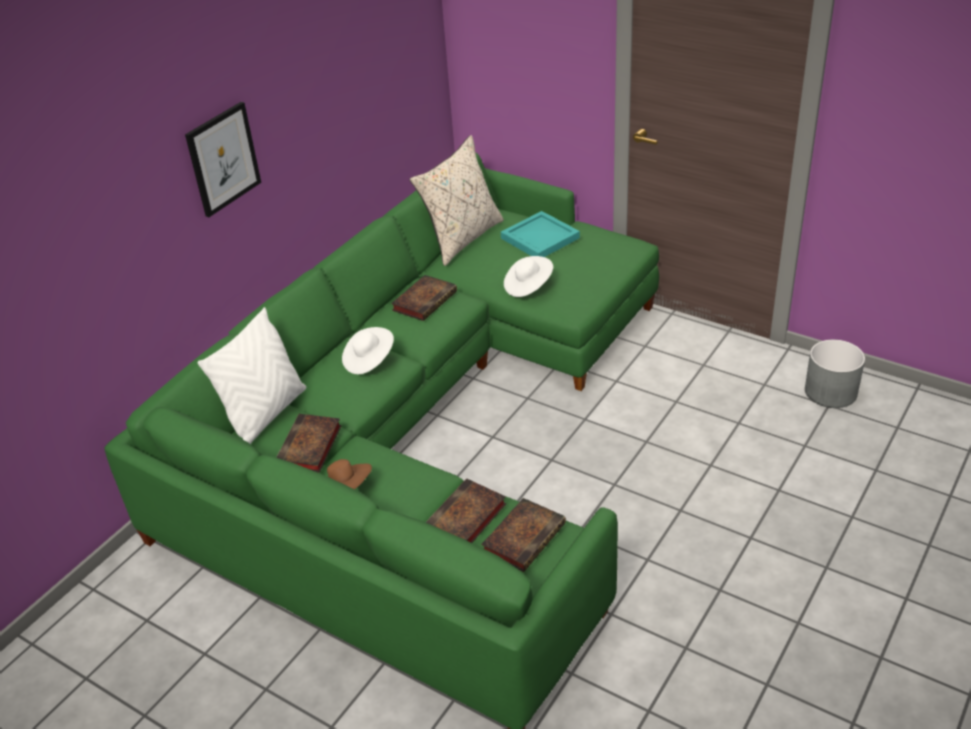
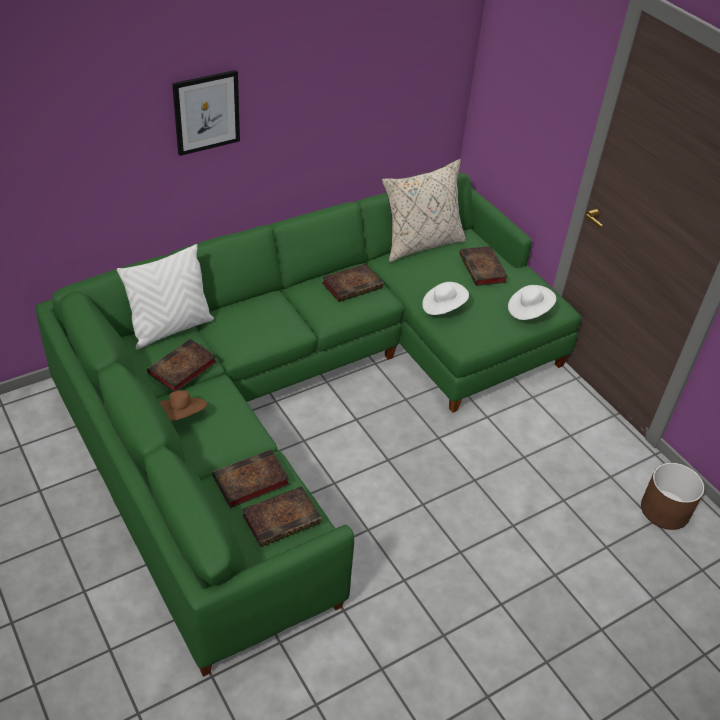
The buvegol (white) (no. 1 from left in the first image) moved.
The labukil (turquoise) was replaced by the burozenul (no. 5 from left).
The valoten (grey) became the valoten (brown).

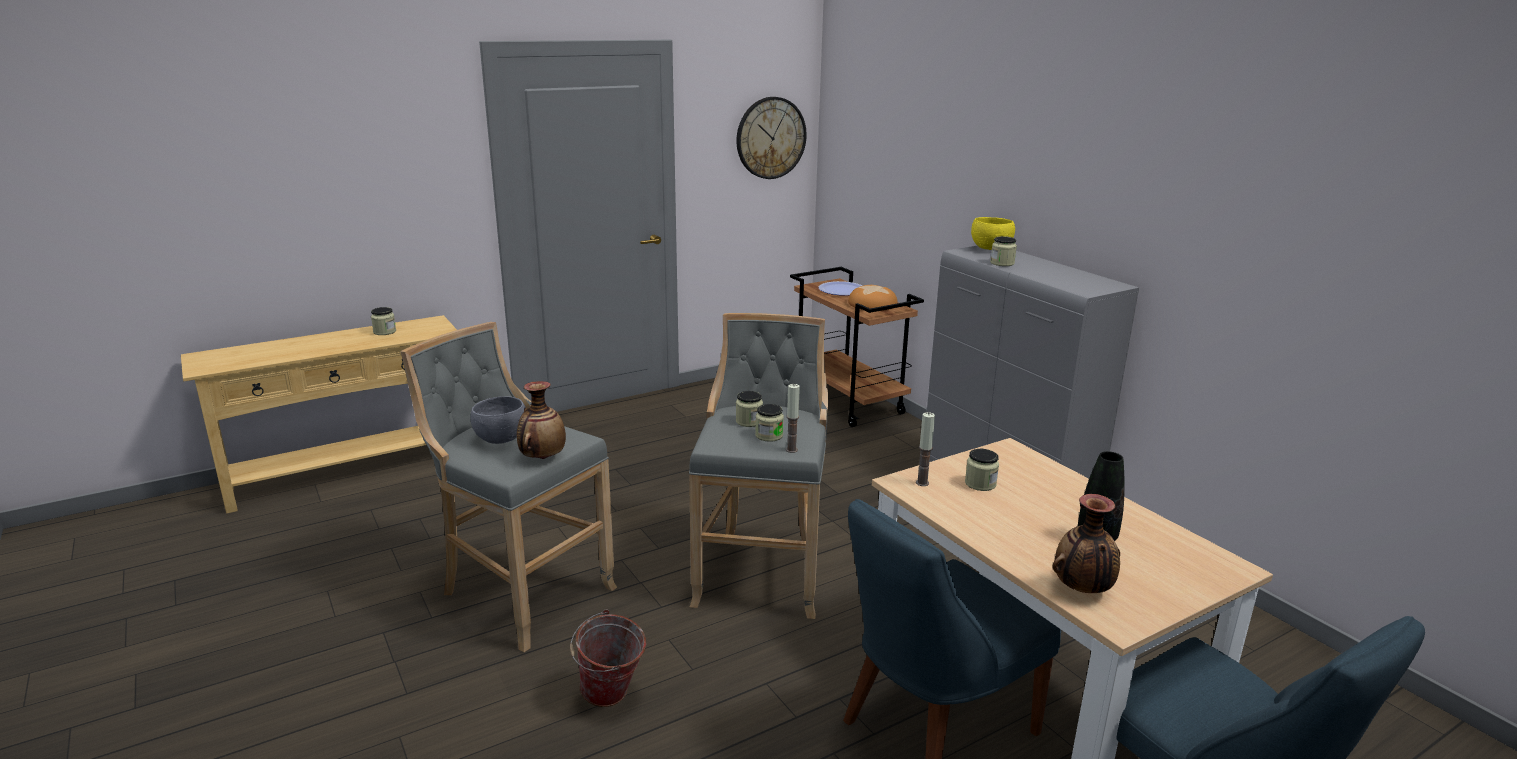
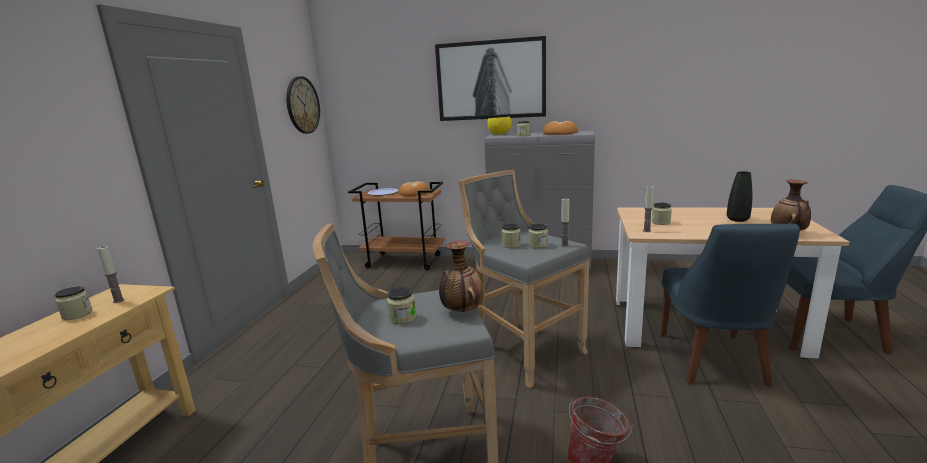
The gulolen (no. 1 from left) appeared.
The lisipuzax appeared.
The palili (no. 2 from left) appeared.
The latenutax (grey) was replaced by the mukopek (no. 2 from left).

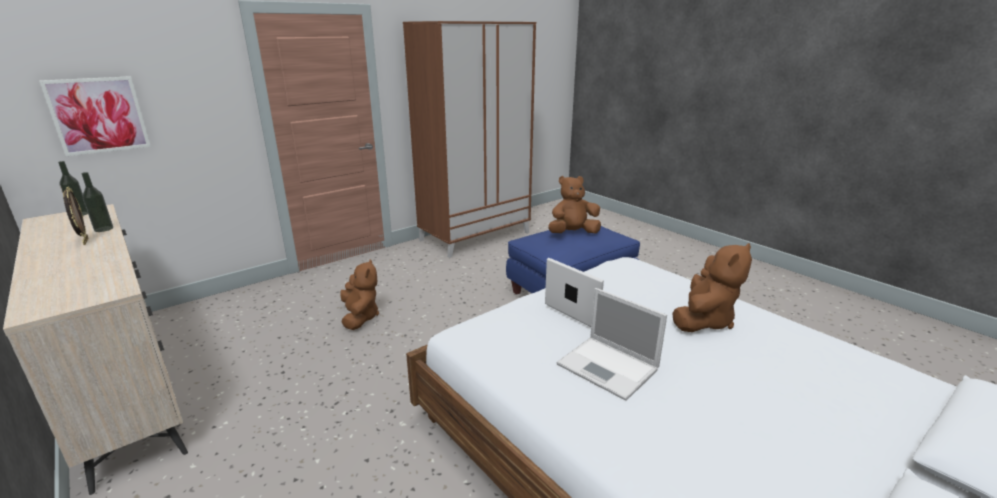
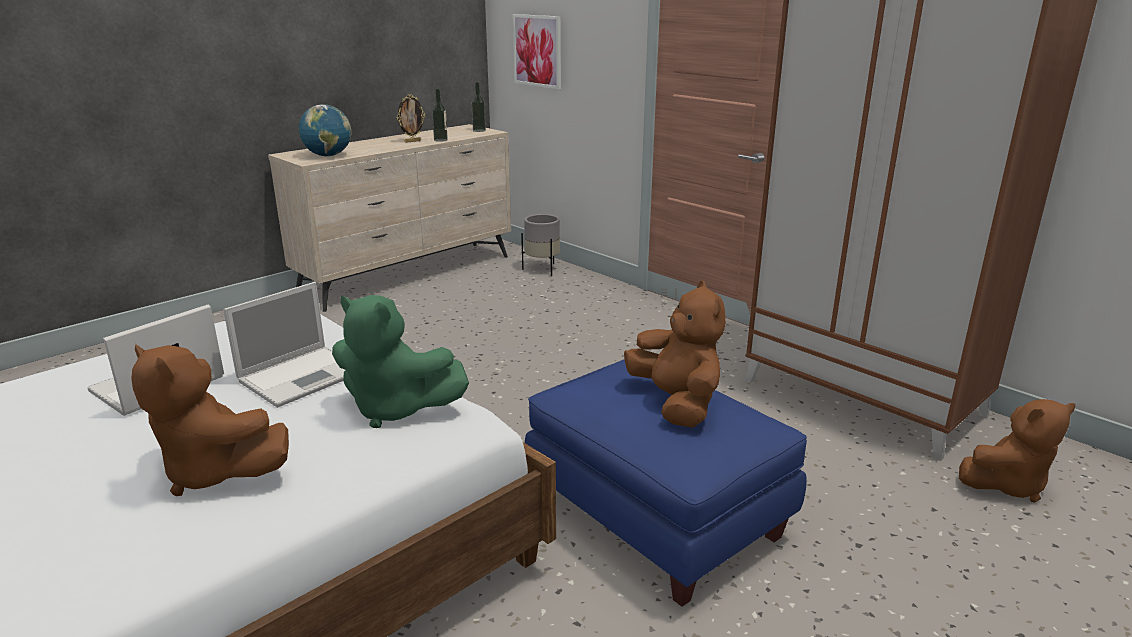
The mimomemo appeared.
The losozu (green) appeared.
The valoten (grey) appeared.
The losozu (brown) (no. 1 from left in the first image) moved.

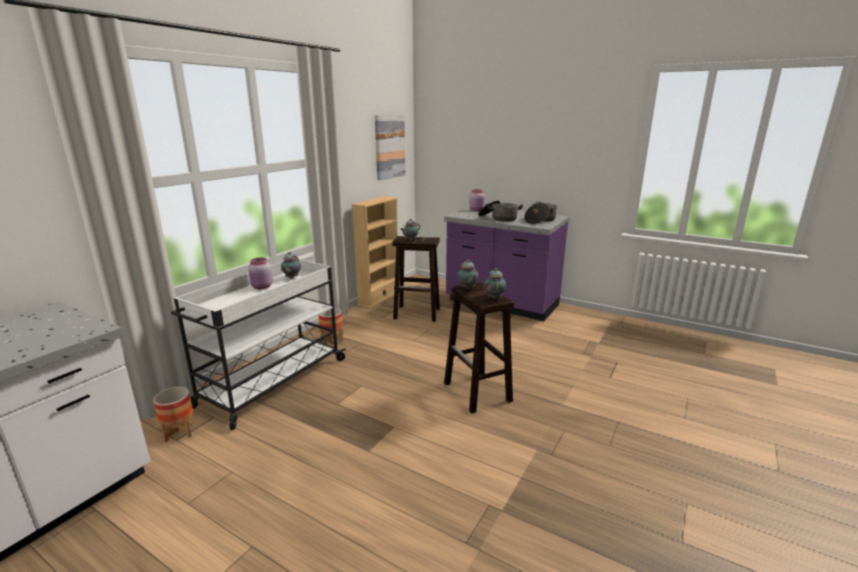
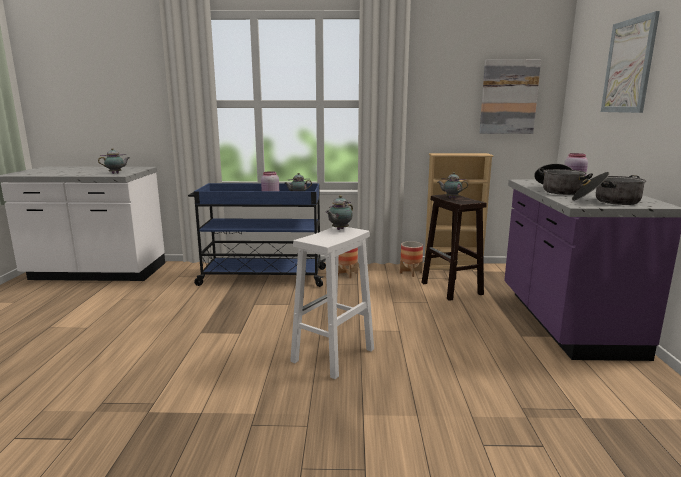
The lisipuzax (no. 2 from left) appeared.
The valoten (no. 1 from left in the first image) moved.
The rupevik (no. 4 from left in the first image) moved.
The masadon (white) became the masadon (blue).
The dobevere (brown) (no. 2 from left) became the dobevere (white).

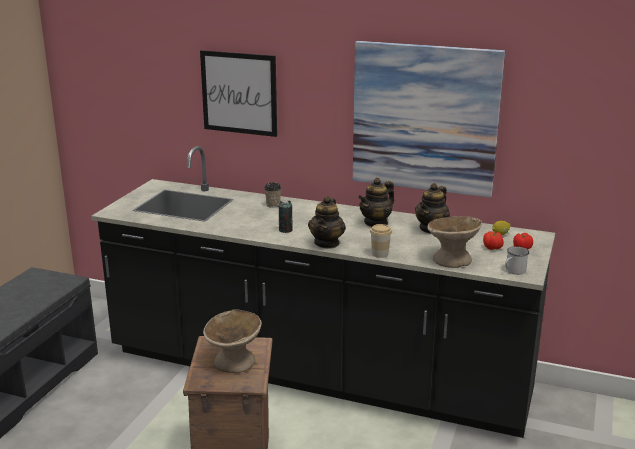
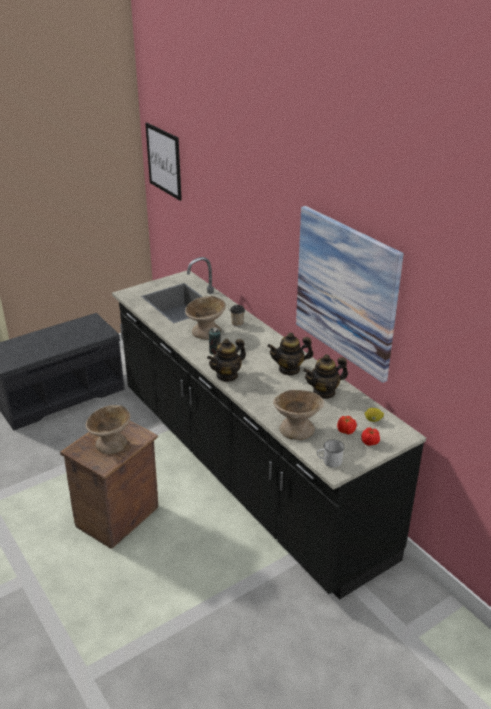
The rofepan (no. 2 from left) disappeared.
The latenutax (beige) (no. 2 from left) appeared.
The lisipuzax (no. 1 from left) moved.

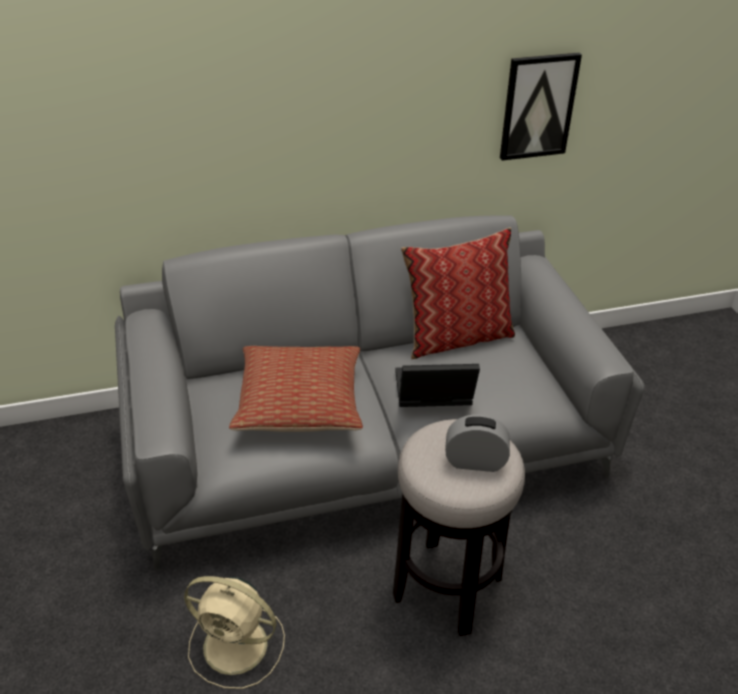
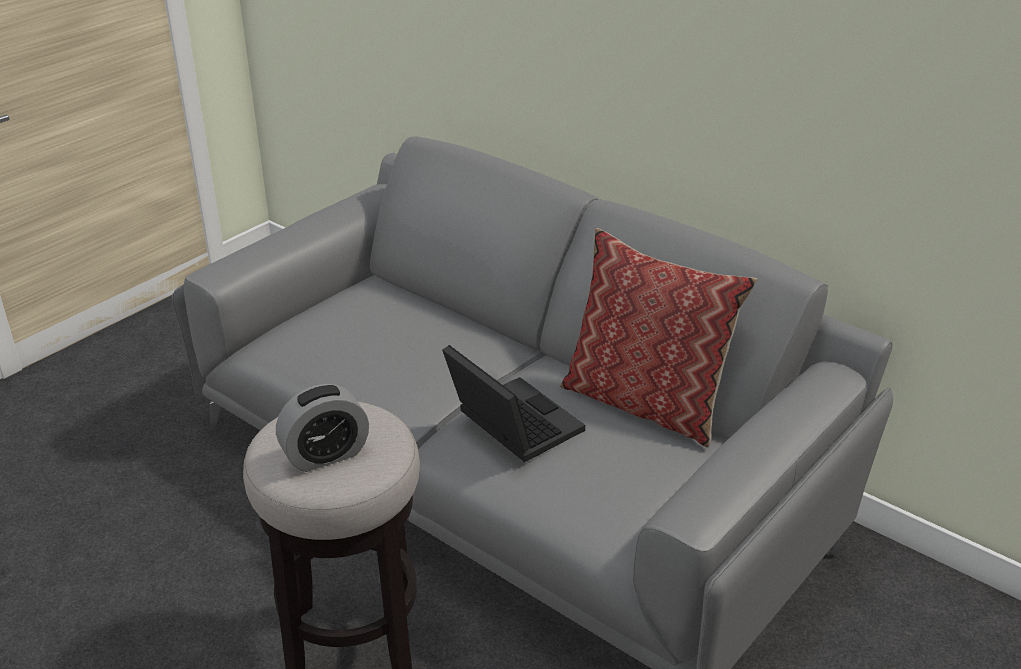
The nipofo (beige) disappeared.
The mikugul (no. 1 from left) disappeared.
The lisipuzax disappeared.
The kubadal turned 90 degrees clockwise.

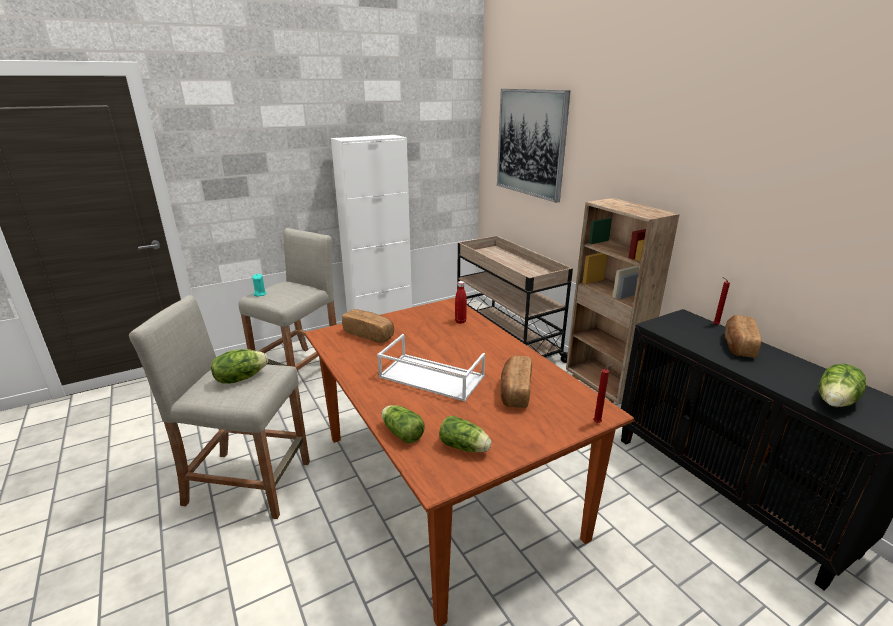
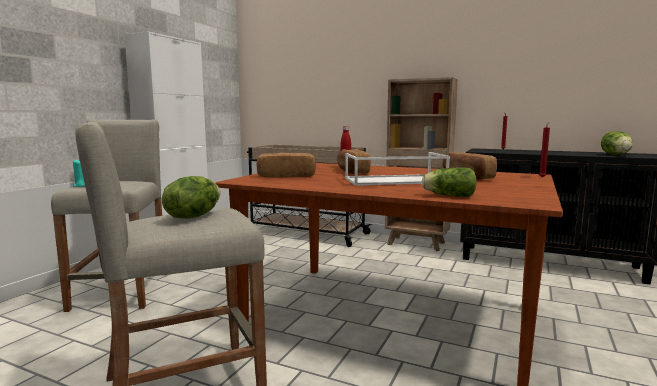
The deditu (no. 3 from left) disappeared.
The lisipuzax disappeared.
The palili (no. 3 from left in the first image) moved.

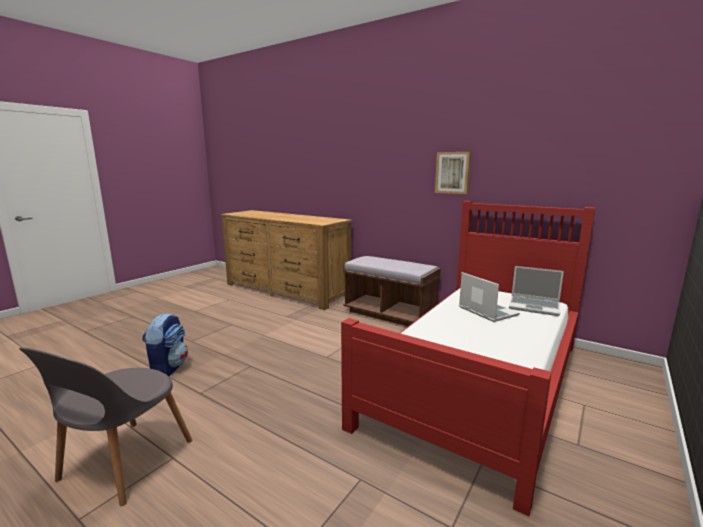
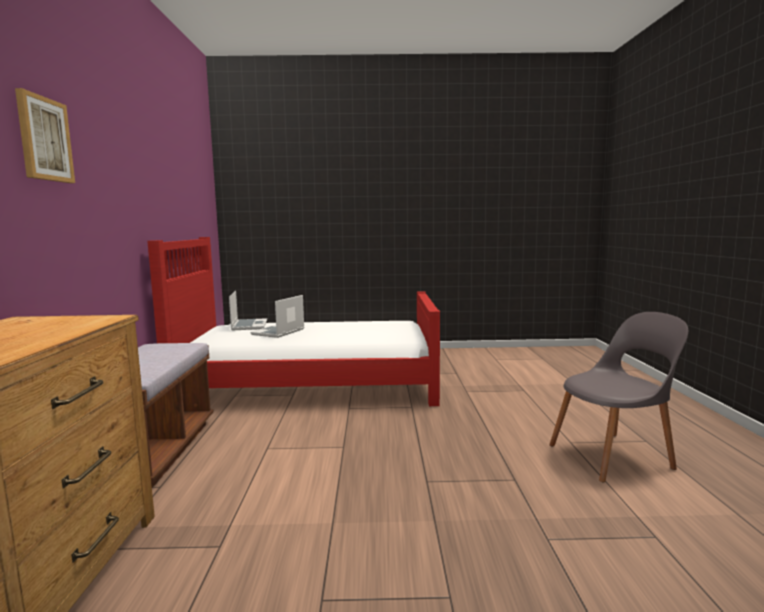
The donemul disappeared.
The lisipuzax moved.

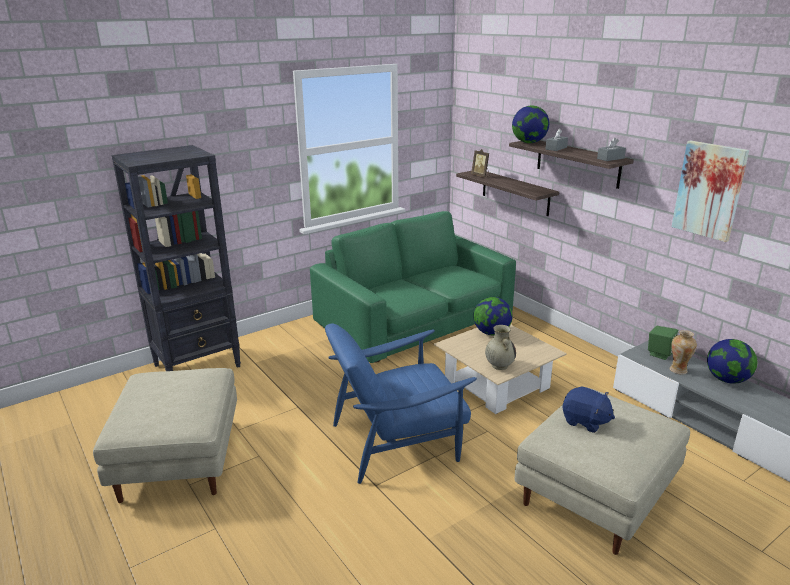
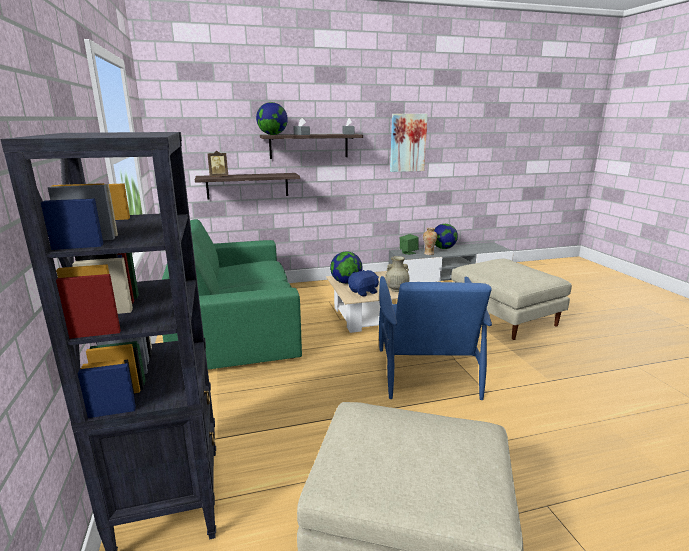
The losozu (blue) moved.

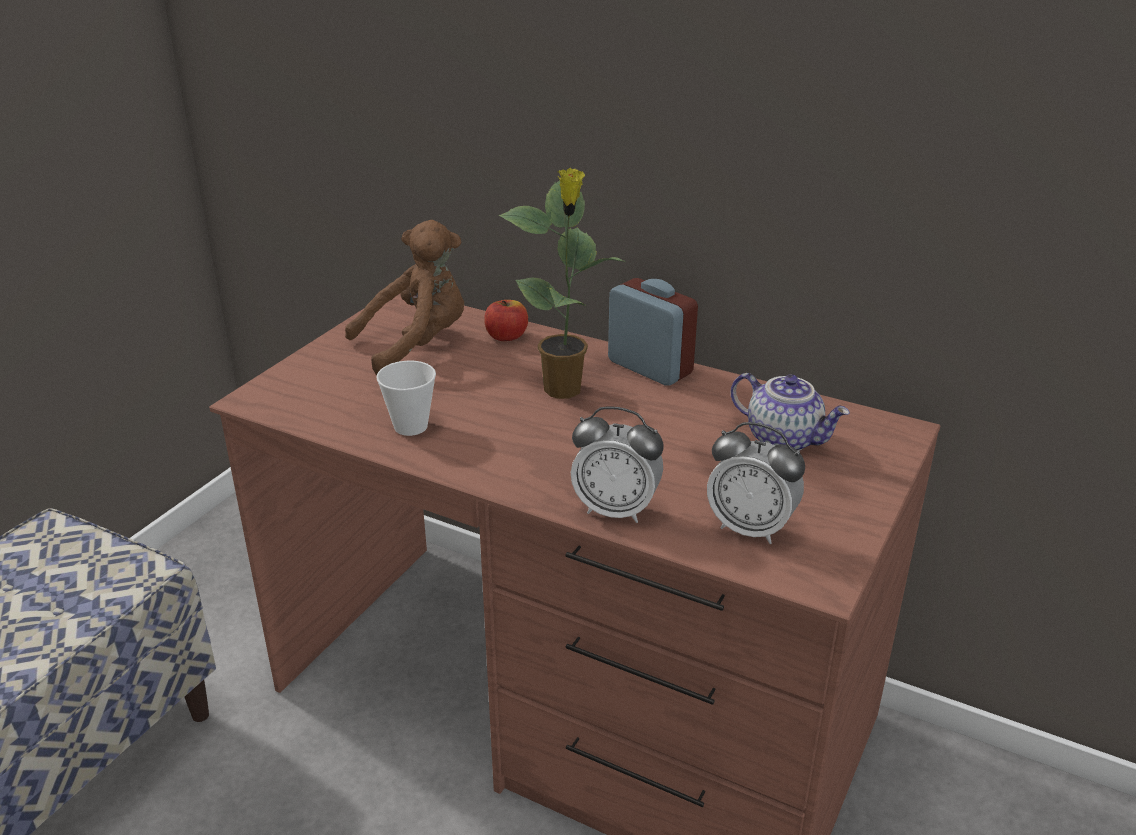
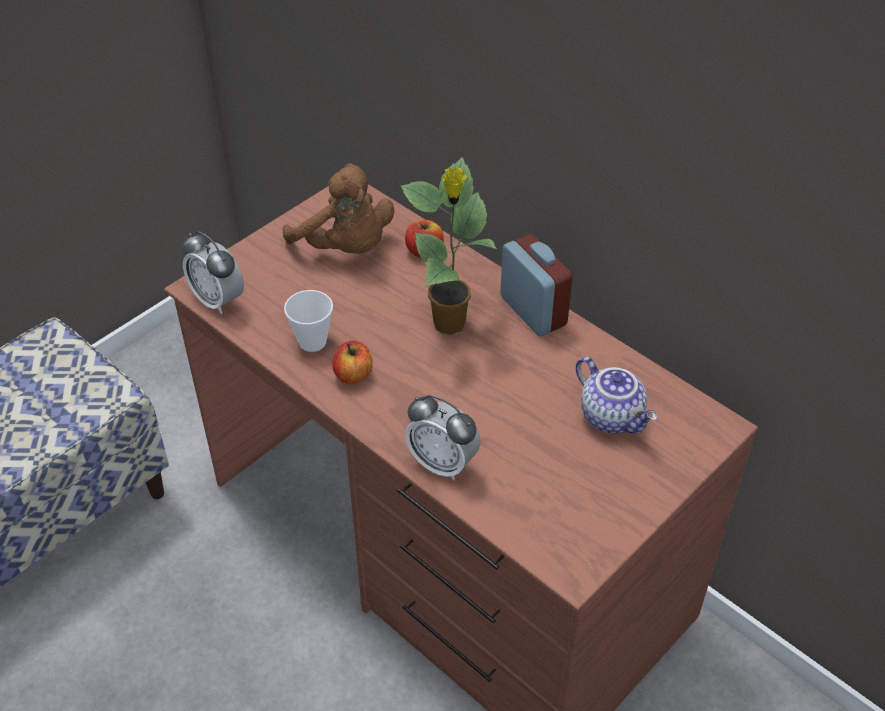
The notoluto (no. 1 from left) appeared.
The kubadal (no. 3 from left in the first image) moved.
The losozu (brown) turned 60 degrees clockwise.

